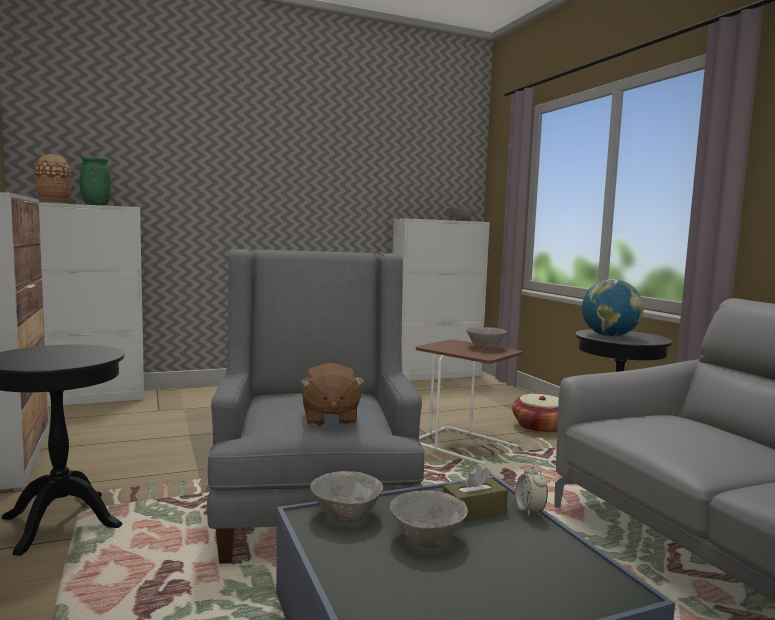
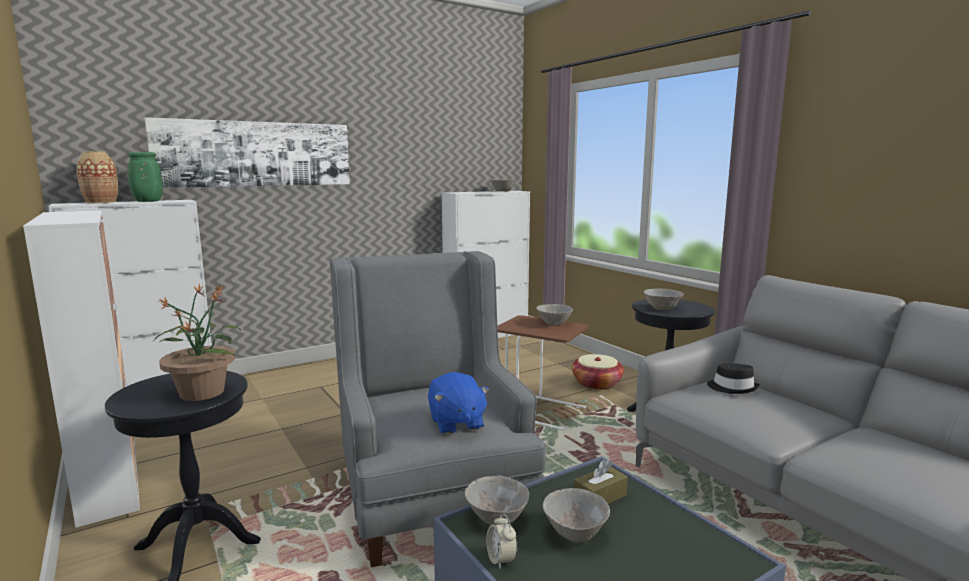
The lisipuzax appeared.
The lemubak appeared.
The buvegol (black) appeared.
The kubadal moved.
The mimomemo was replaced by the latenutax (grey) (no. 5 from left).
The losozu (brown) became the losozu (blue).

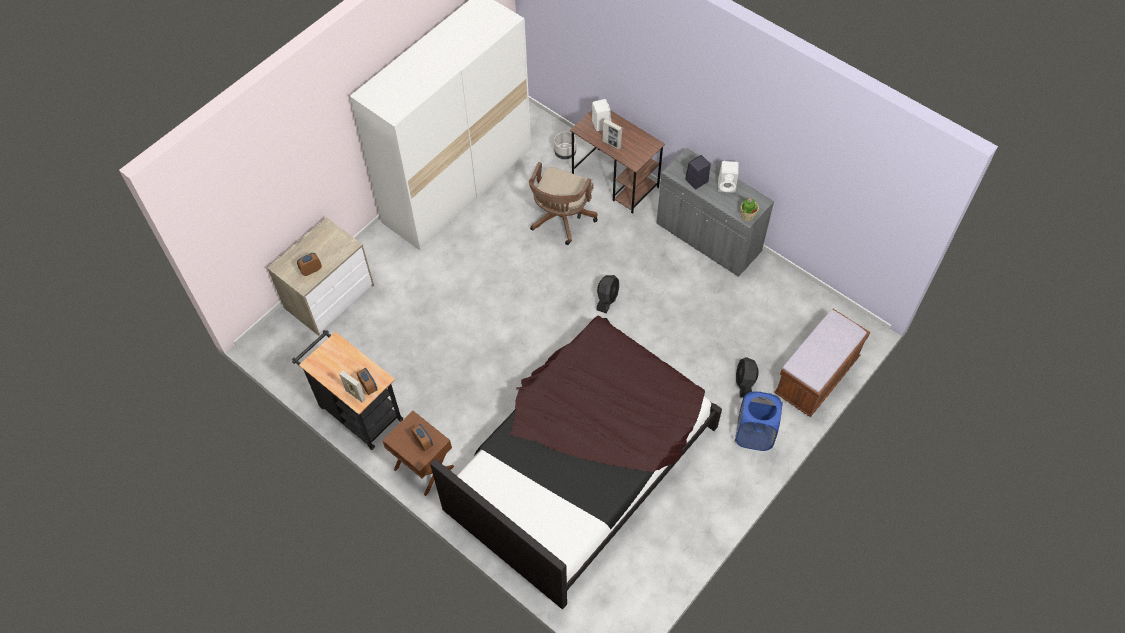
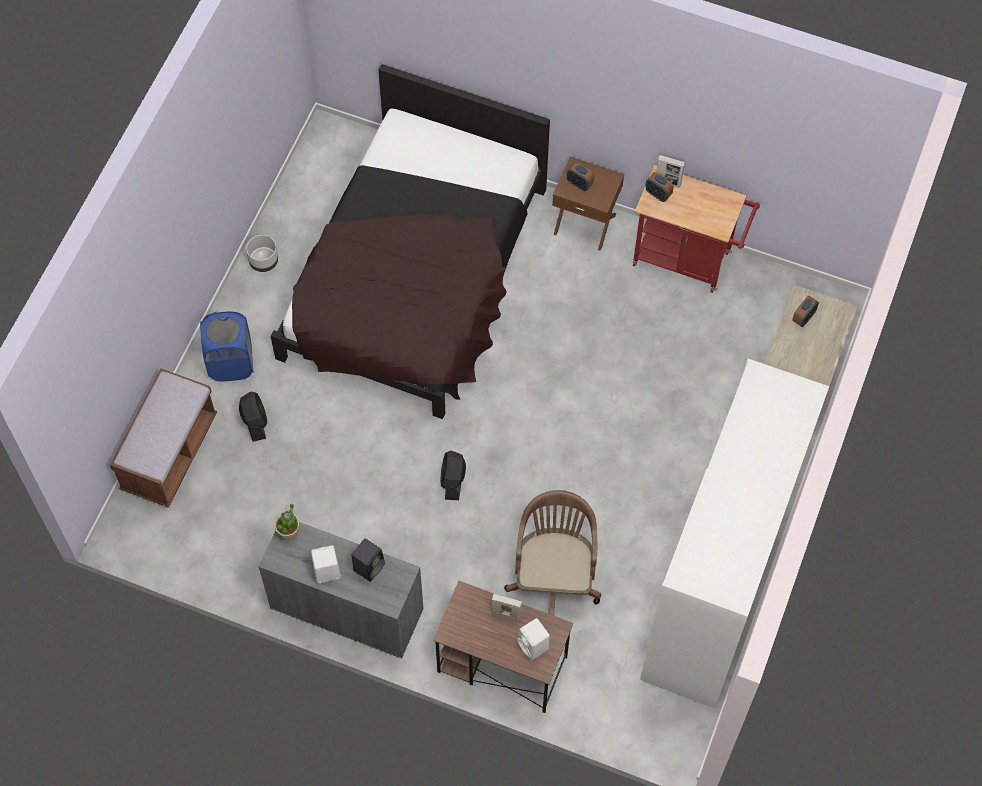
The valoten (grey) moved.
The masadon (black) became the masadon (red).

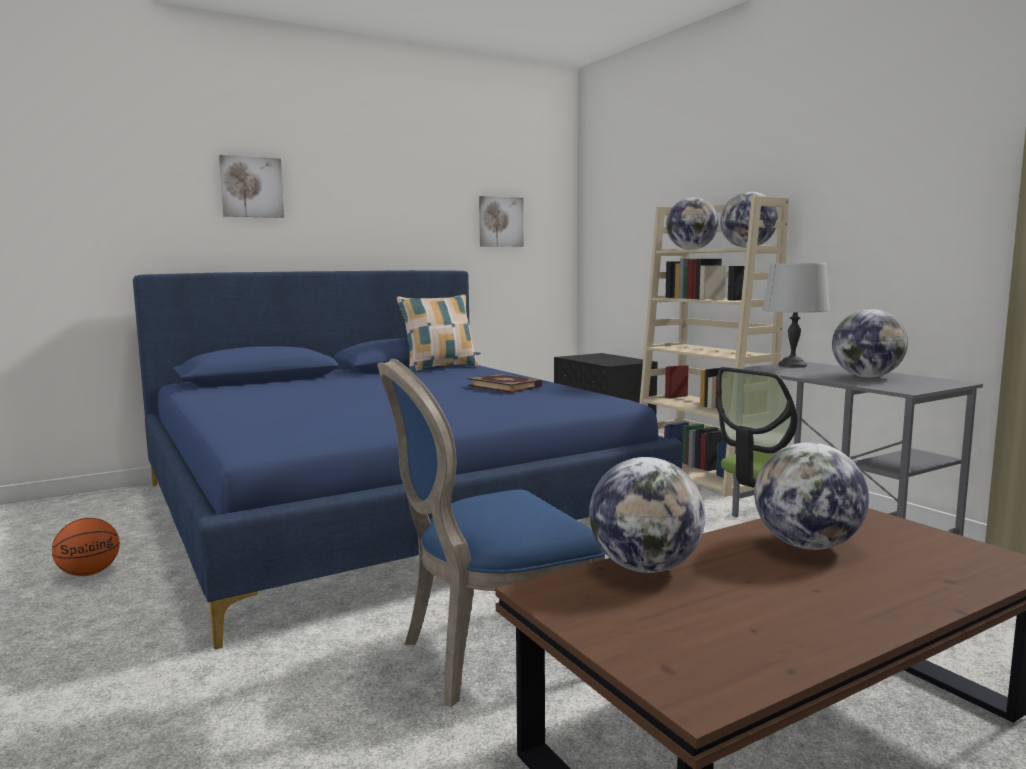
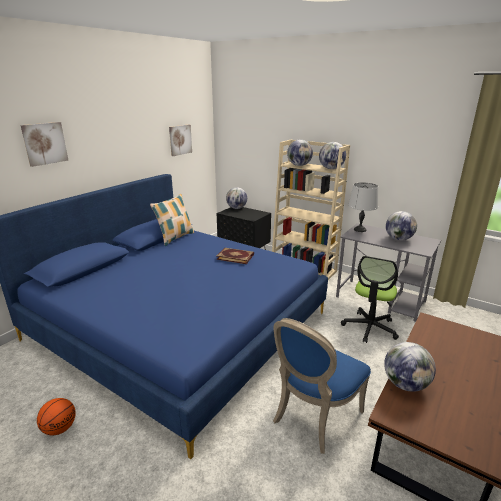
The mimomemo (no. 4 from left in the first image) moved.

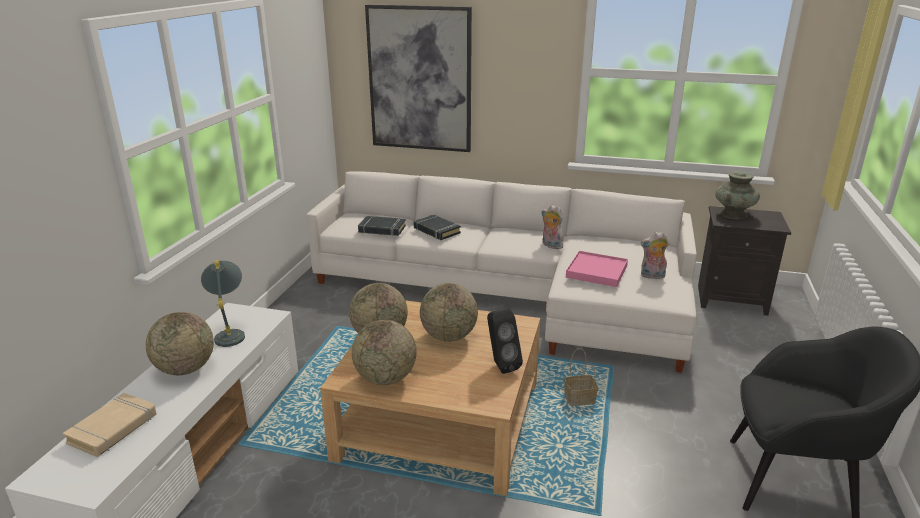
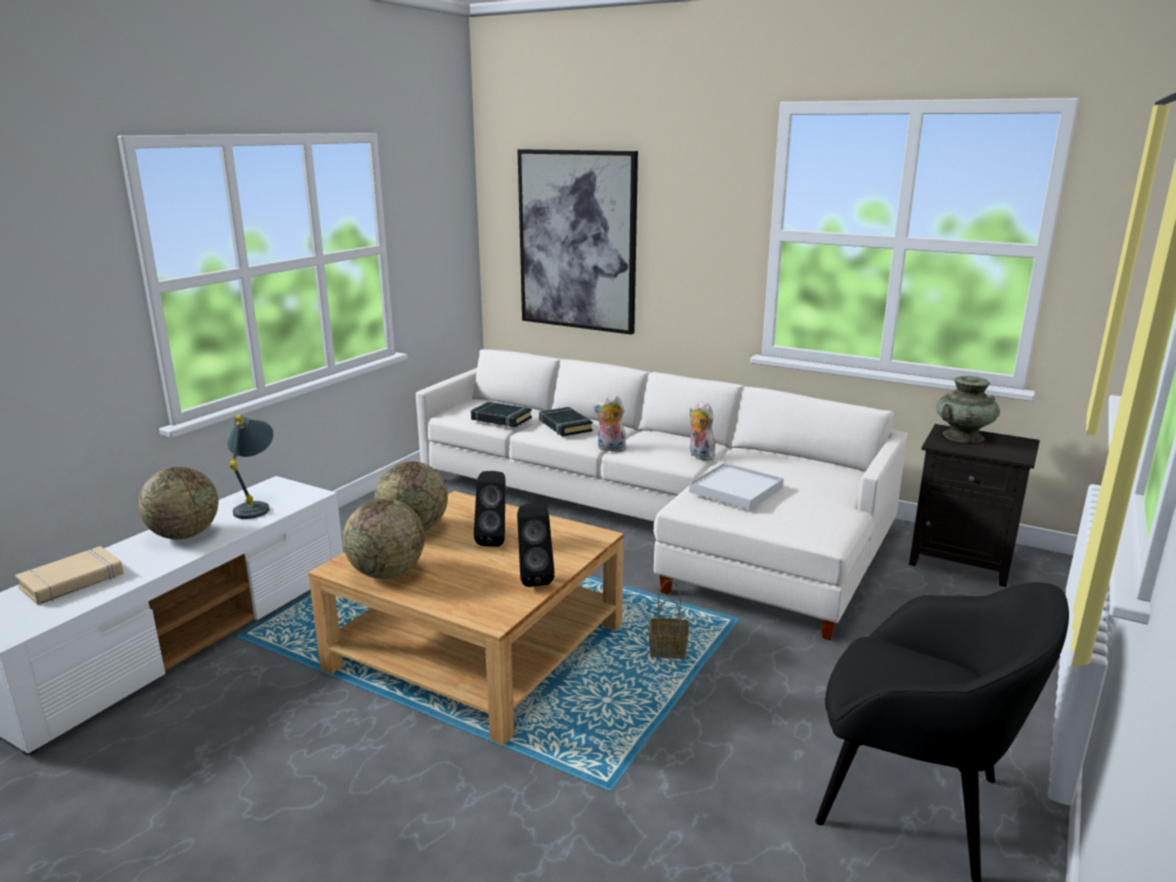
The losozu (no. 2 from left in the first image) moved.
The mimomemo (no. 4 from left) was replaced by the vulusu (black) (no. 1 from left).
The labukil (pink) became the labukil (white).

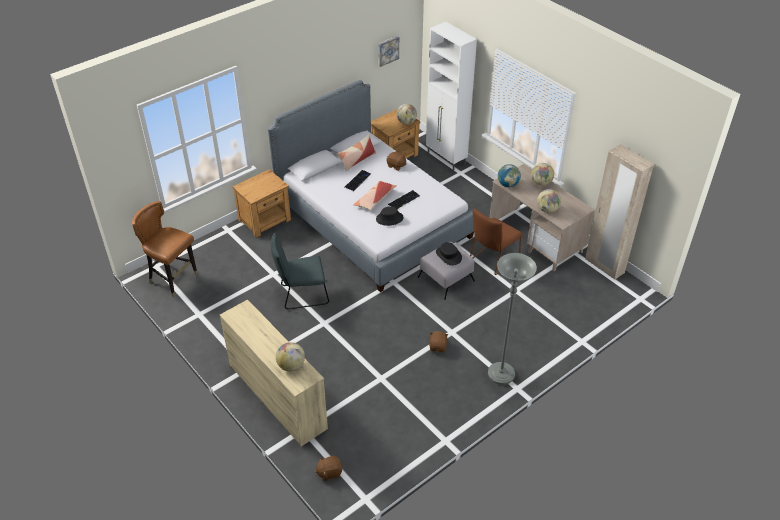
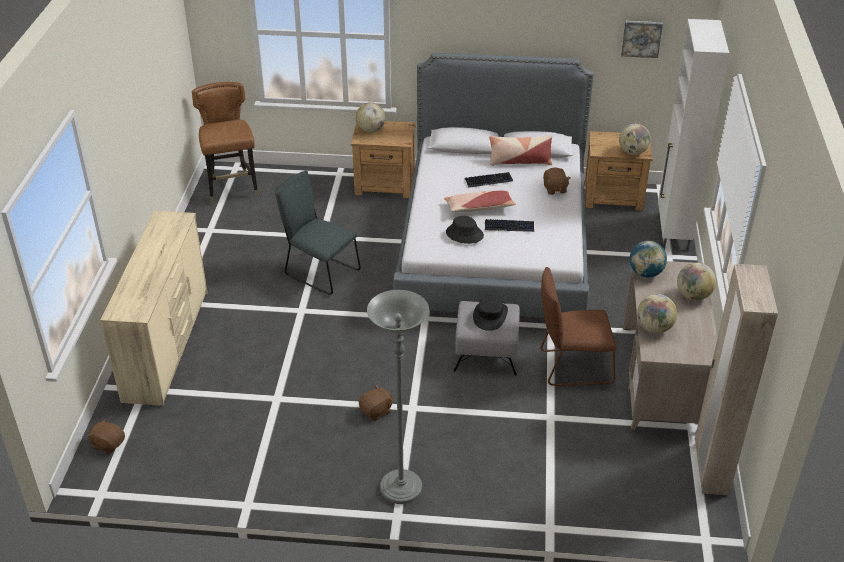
The mimomemo (no. 1 from left) moved.

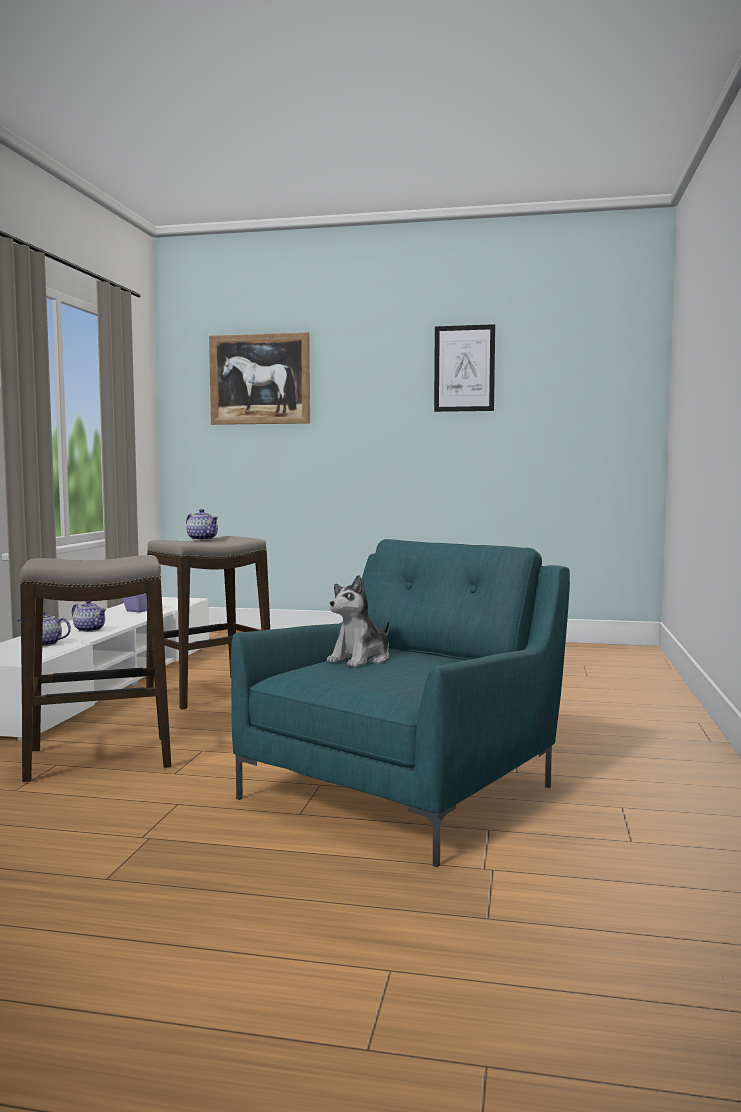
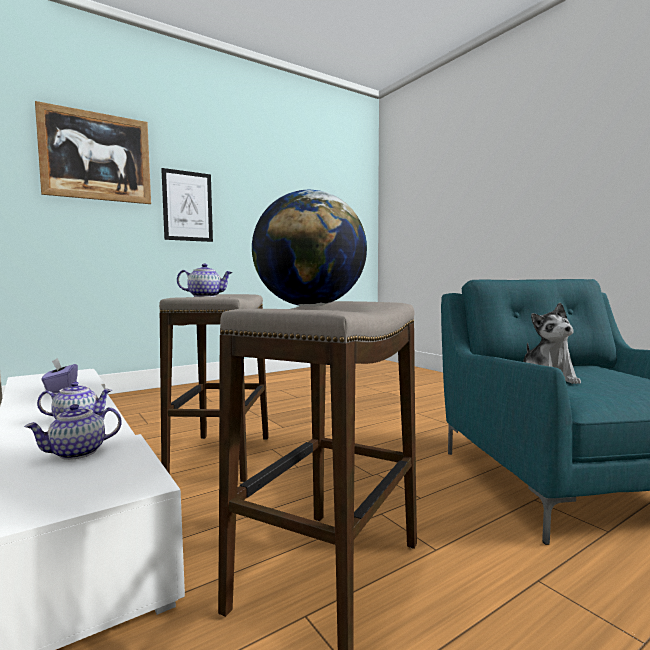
The mimomemo appeared.
The lisipuzax (no. 2 from left) moved.

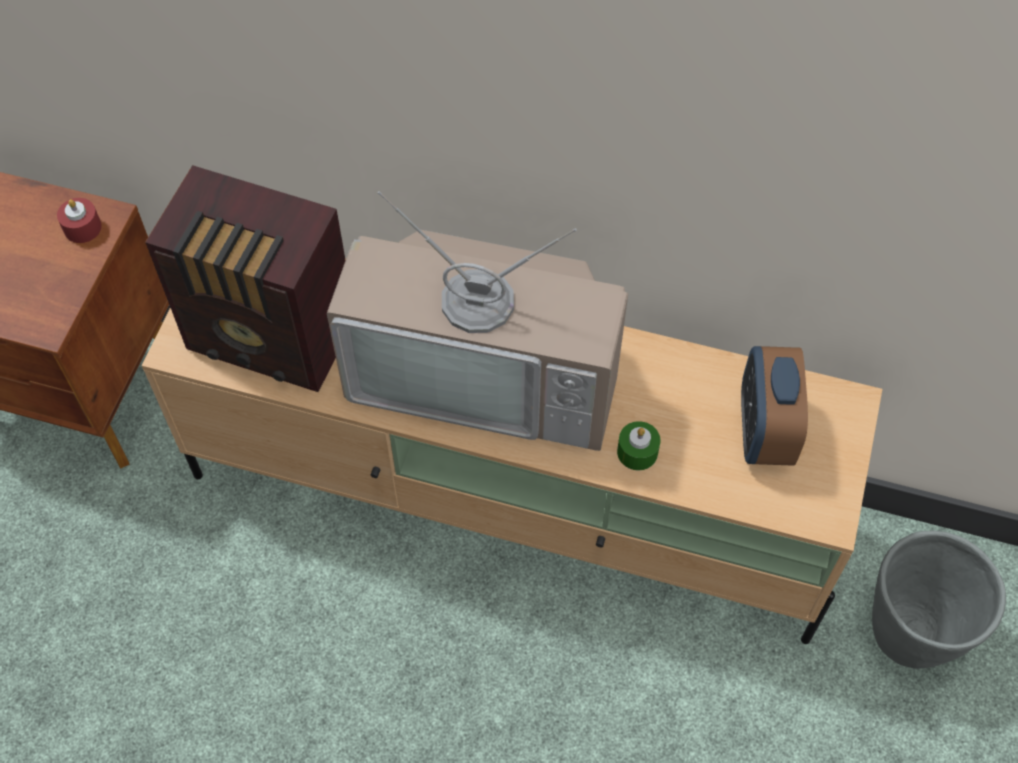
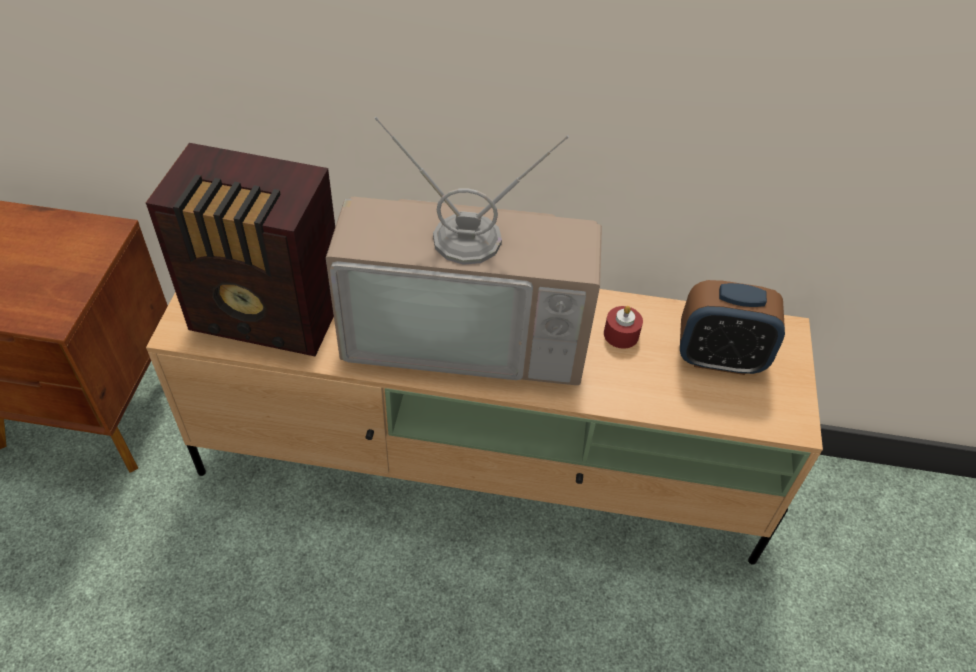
The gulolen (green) disappeared.
The valoten (grey) disappeared.
The gulolen (red) moved.
The kubadal turned 75 degrees counterclockwise.

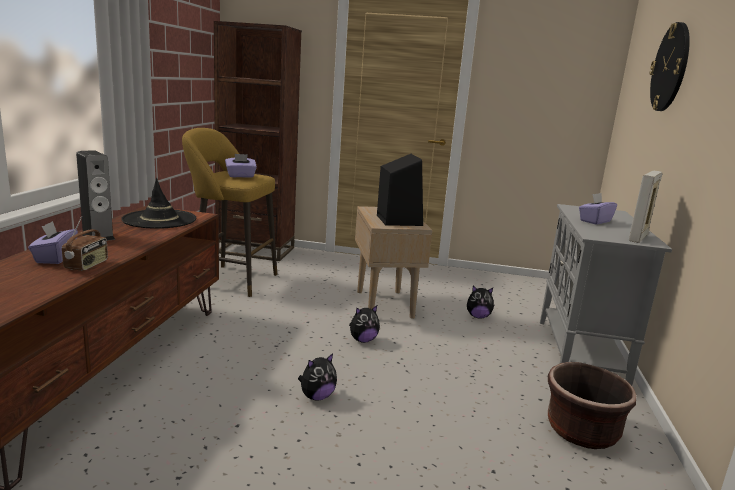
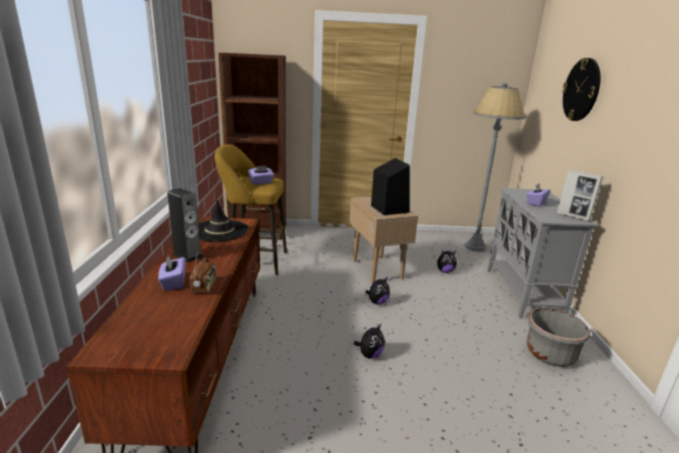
The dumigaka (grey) appeared.
The valoten (brown) became the valoten (grey).
The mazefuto turned 75 degrees counterclockwise.

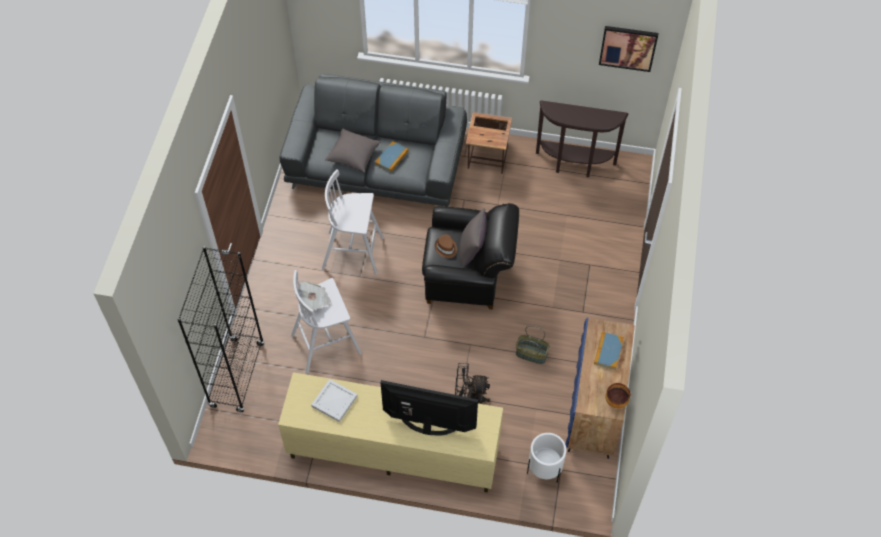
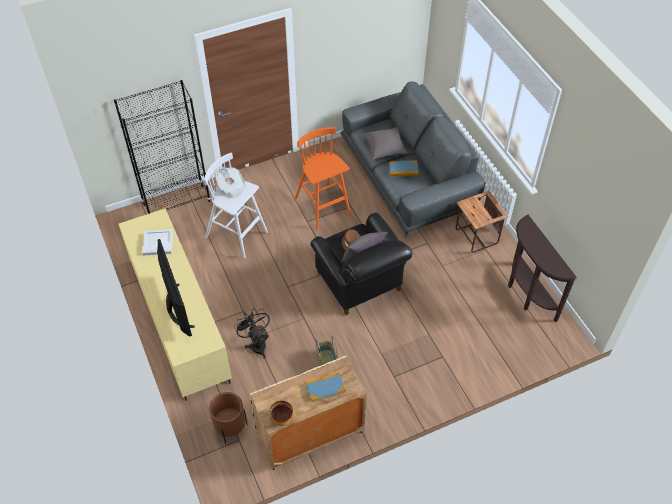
The lisipuzax disappeared.
The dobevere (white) (no. 2 from left) became the dobevere (orange).
The valoten (white) became the valoten (brown).
The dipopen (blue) became the dipopen (beige).

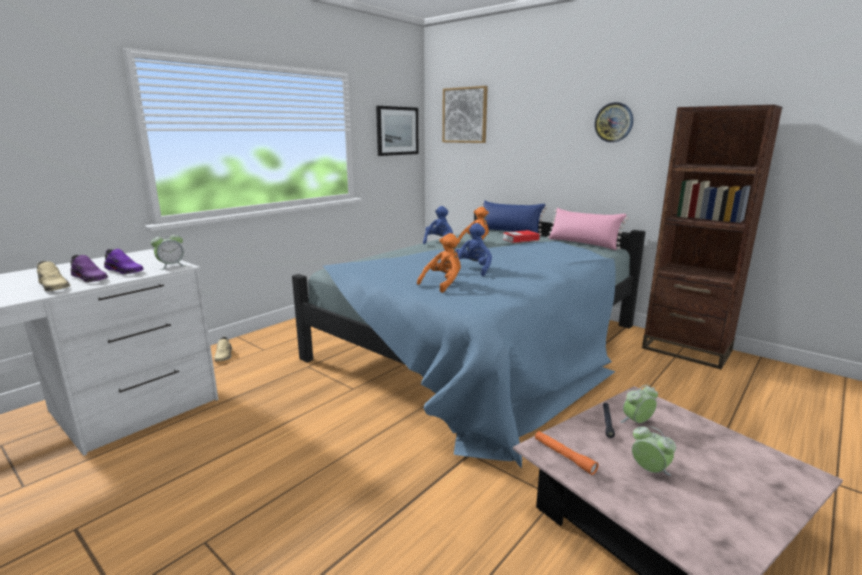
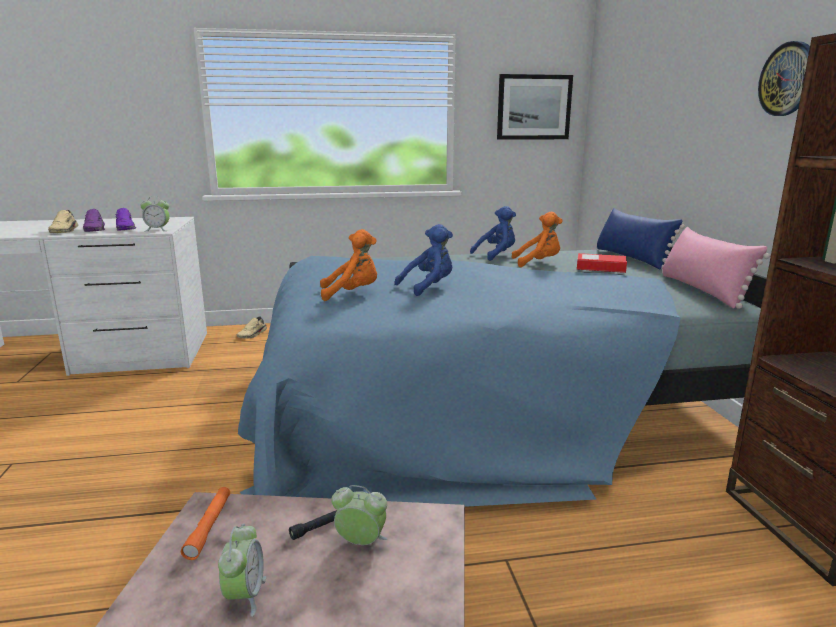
The lisipuzax (no. 2 from left) disappeared.

